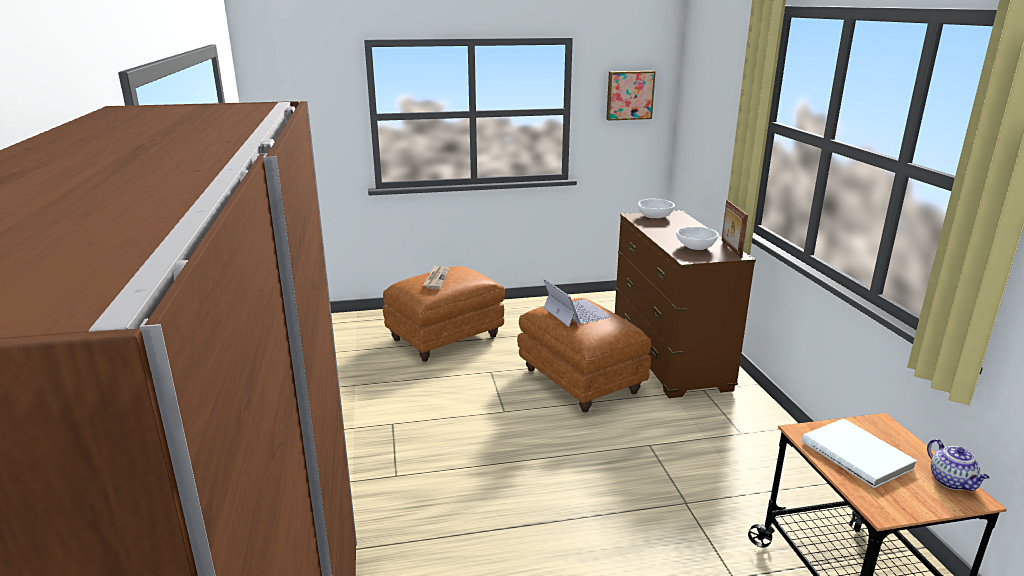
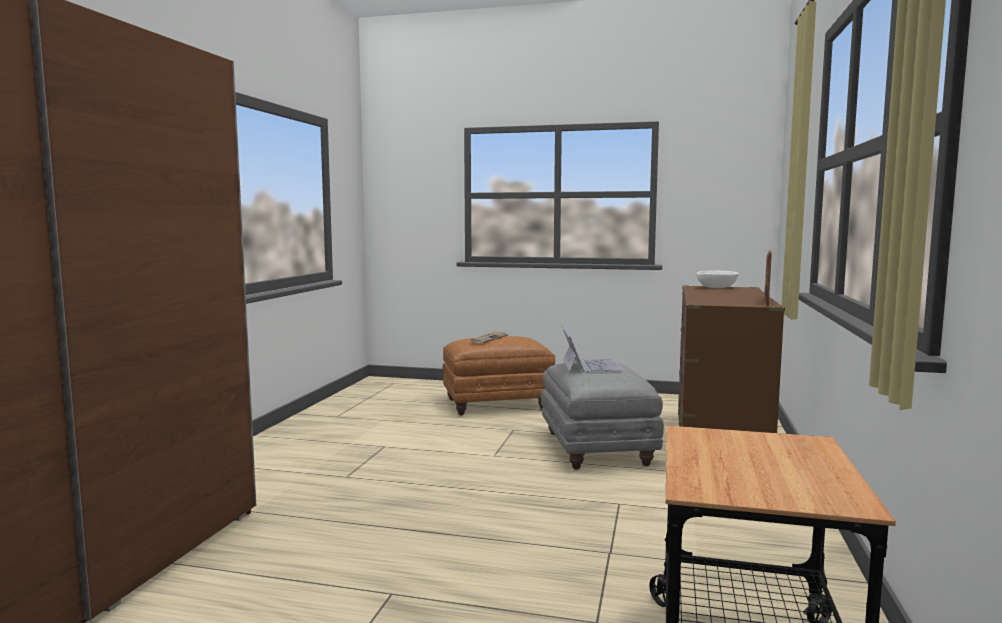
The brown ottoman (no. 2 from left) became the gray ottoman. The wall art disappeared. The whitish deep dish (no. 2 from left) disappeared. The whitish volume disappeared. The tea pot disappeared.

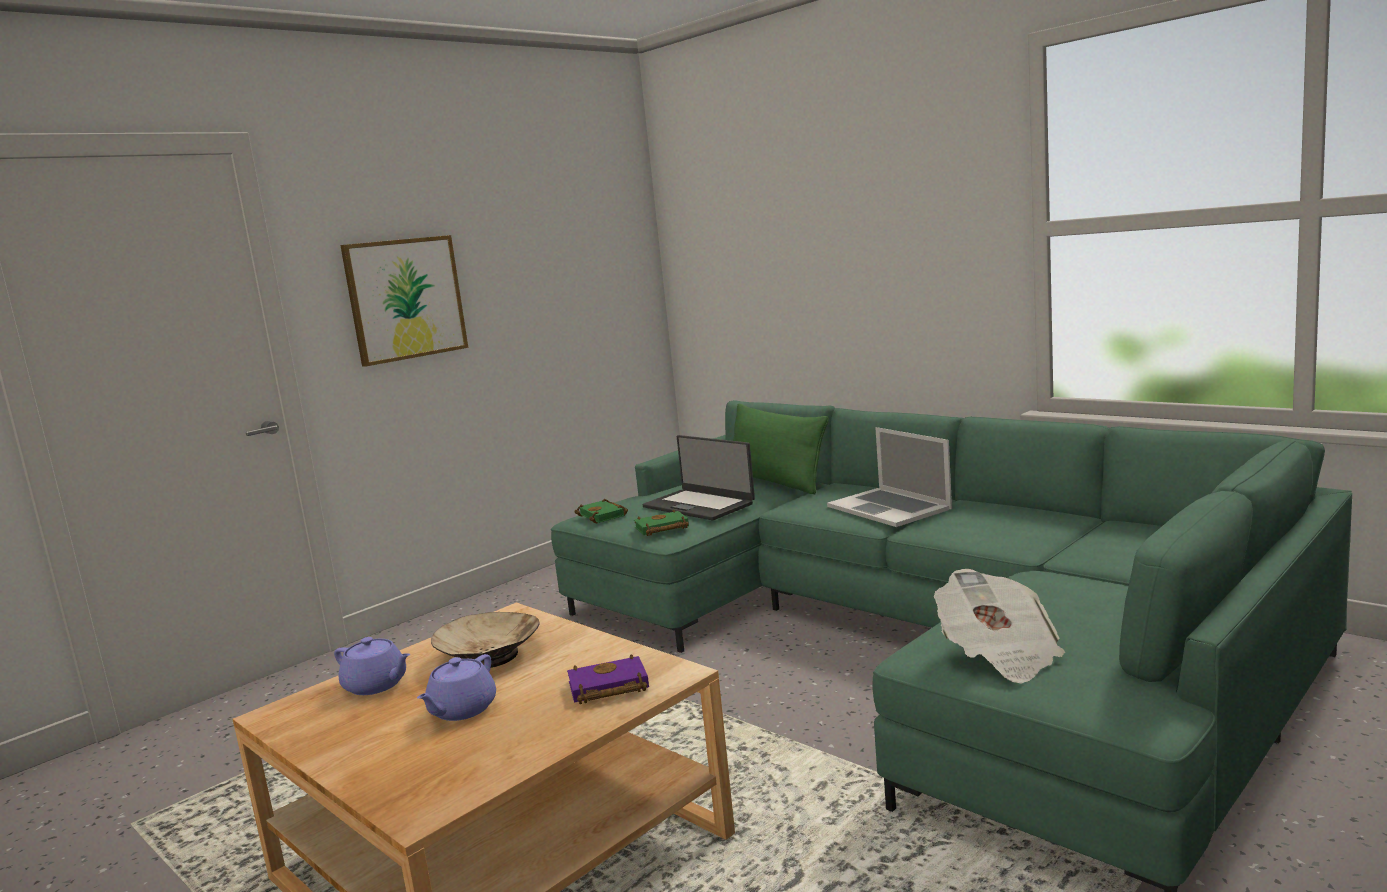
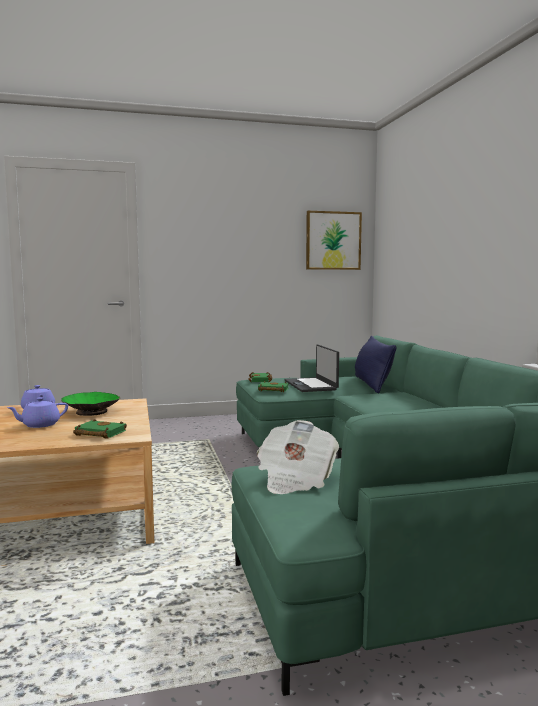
The wall art moved. The beige-coloured deep dish became the green deep dish. The purple volume became the green volume (no. 1 from left). The green pillow became the bluish pillow. The laptop (no. 2 from left) disappeared.

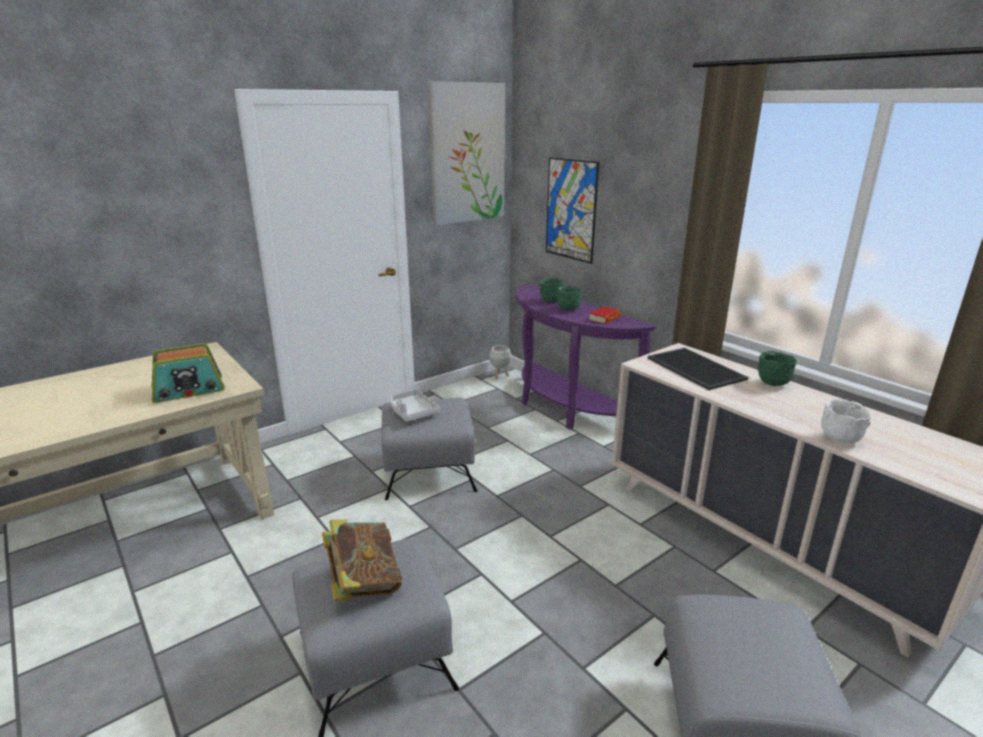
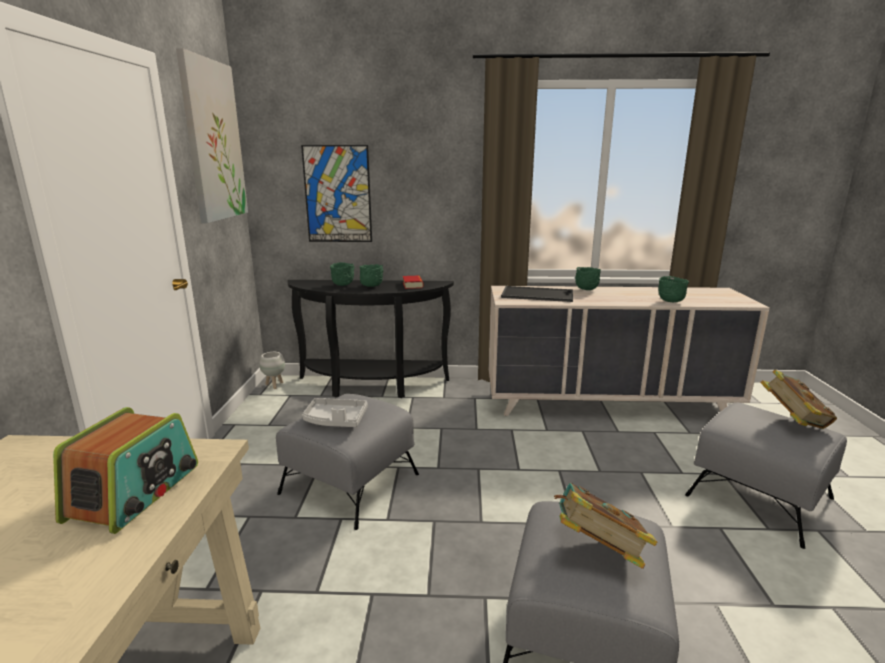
The purple hall table became the black hall table. The whitish deep dish became the green deep dish (no. 4 from left). The volume (no. 3 from left) appeared.

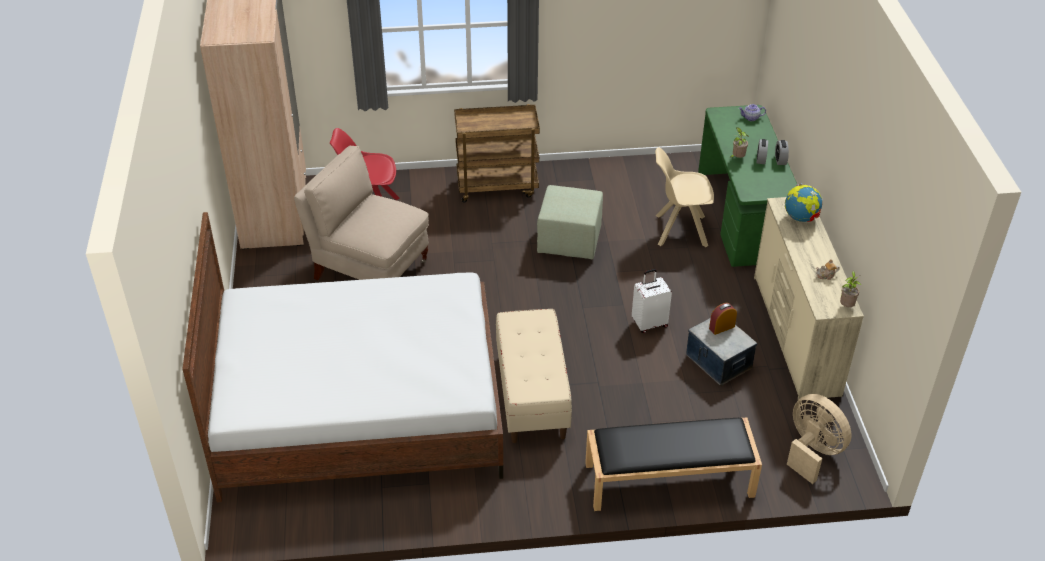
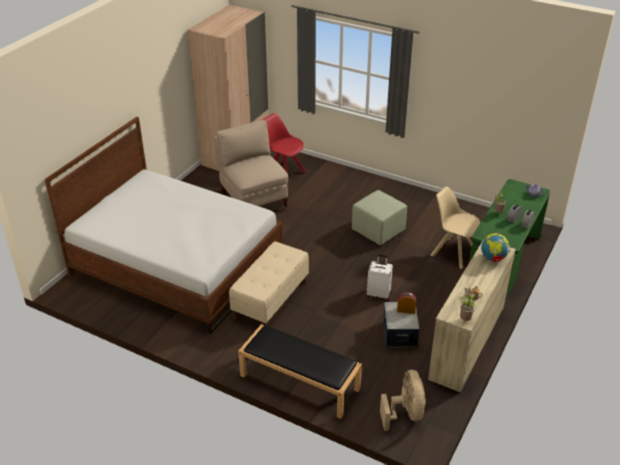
The brown wheeled cart disappeared.

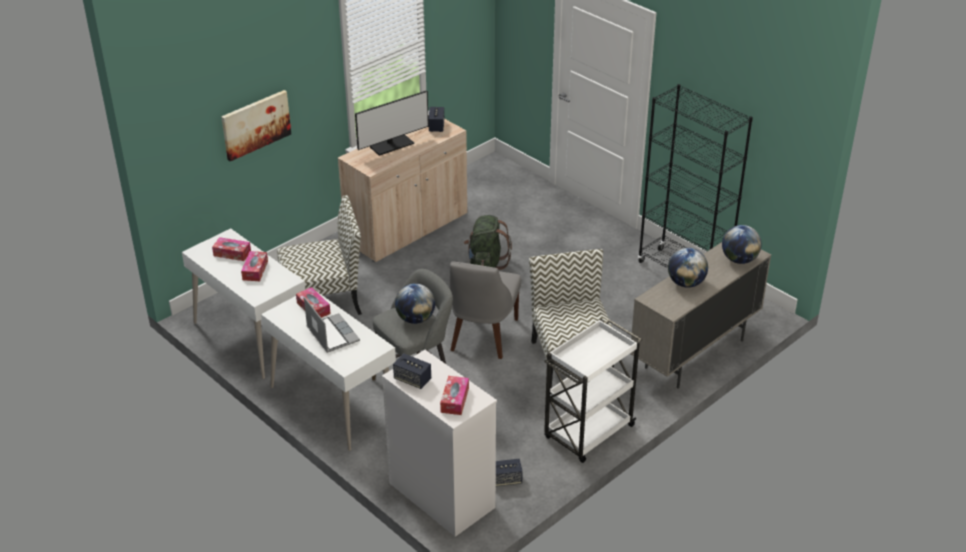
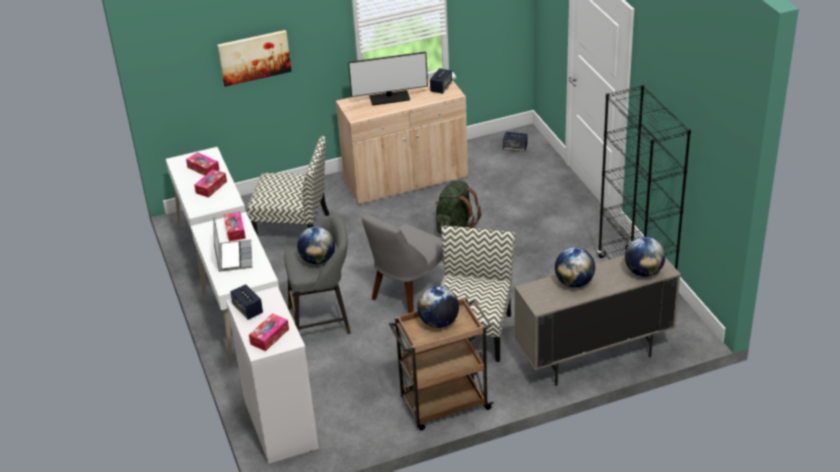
The audio speaker (no. 3 from left) moved. The whitish wheeled cart became the brown wheeled cart. The desk globe (no. 2 from left) appeared.

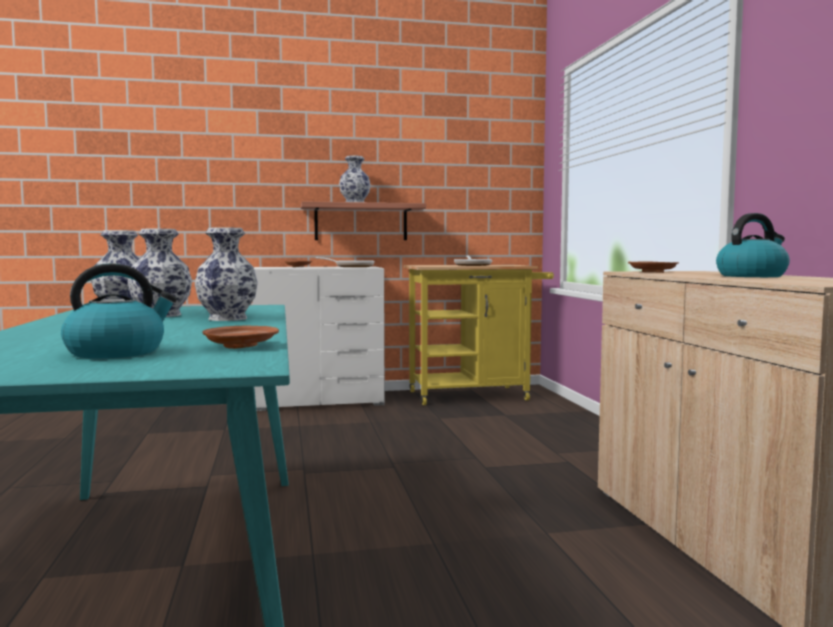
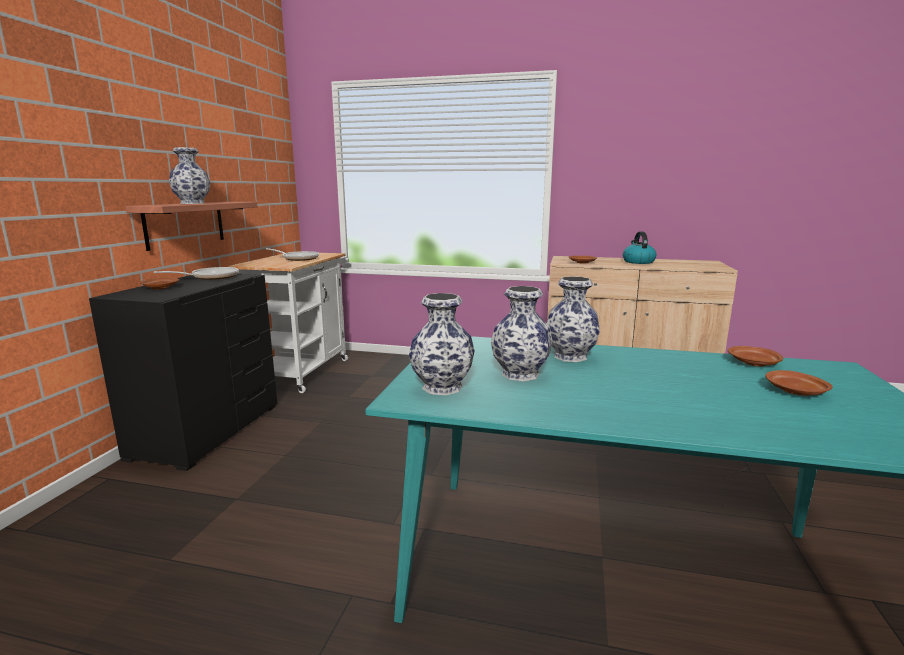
The kettle (no. 1 from left) was replaced by the brown plate (no. 4 from left). The whitish dresser became the black dresser. The yellow-coloured wheeled cart became the whitish wheeled cart.

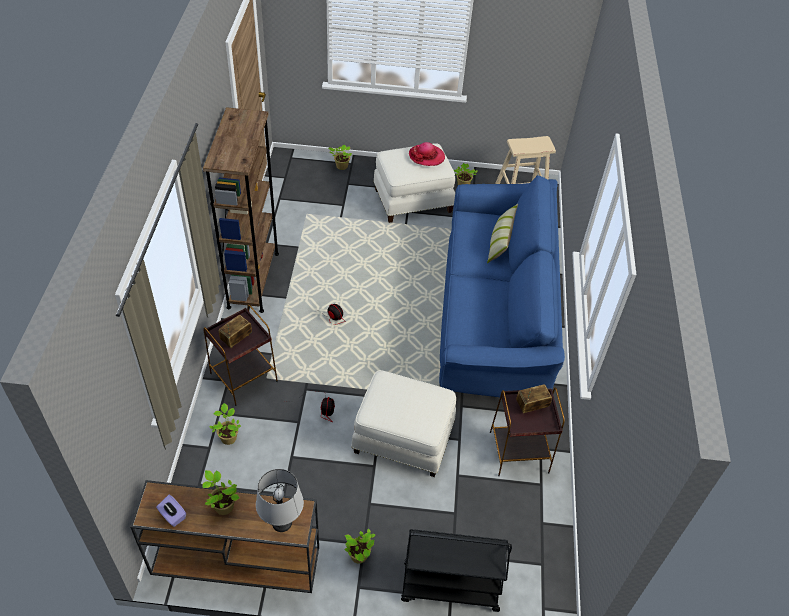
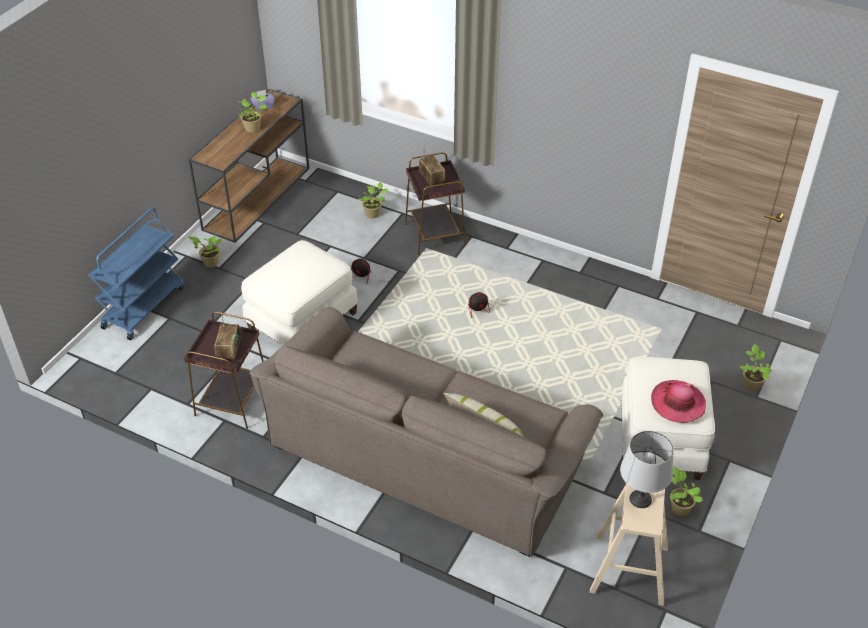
The brown shelving unit disappeared. The gray lamp for a table moved. The black wheeled cart became the bluish wheeled cart. The bluish couch became the brown couch.

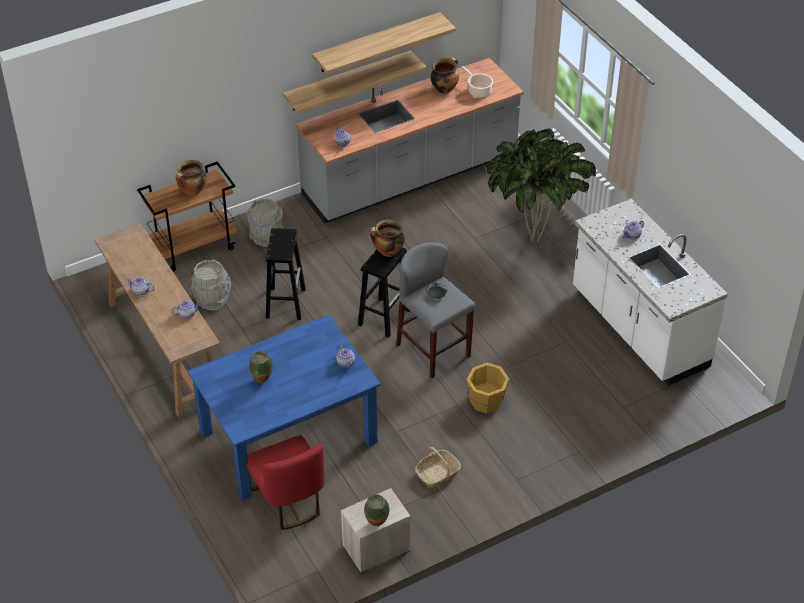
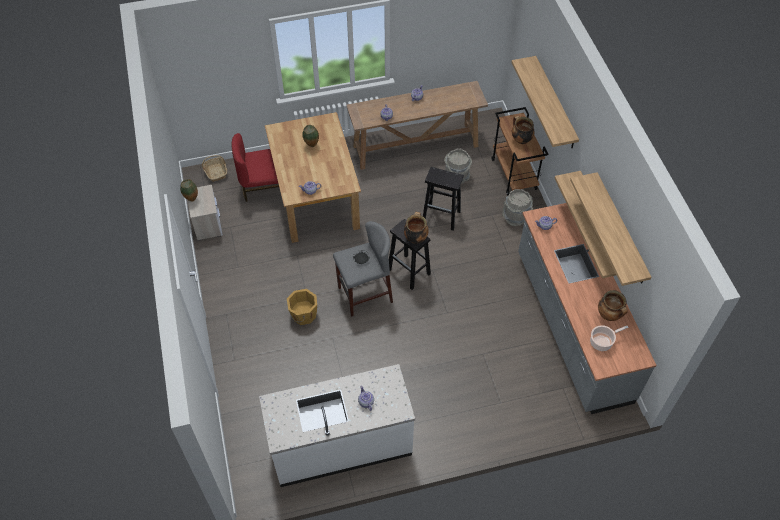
The bluish kitchen table became the brown kitchen table. The household basket moved. The plant in a pot disappeared. The bracket shelf (no. 1 from left) appeared.

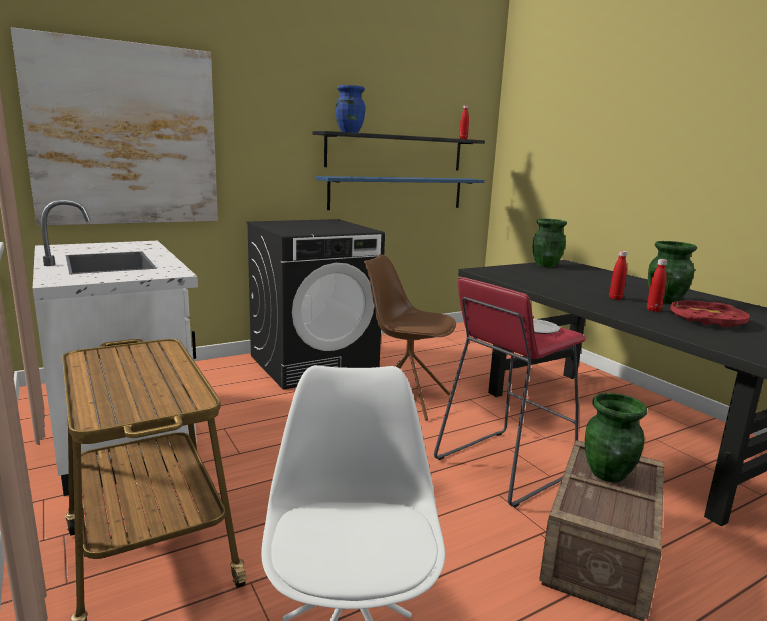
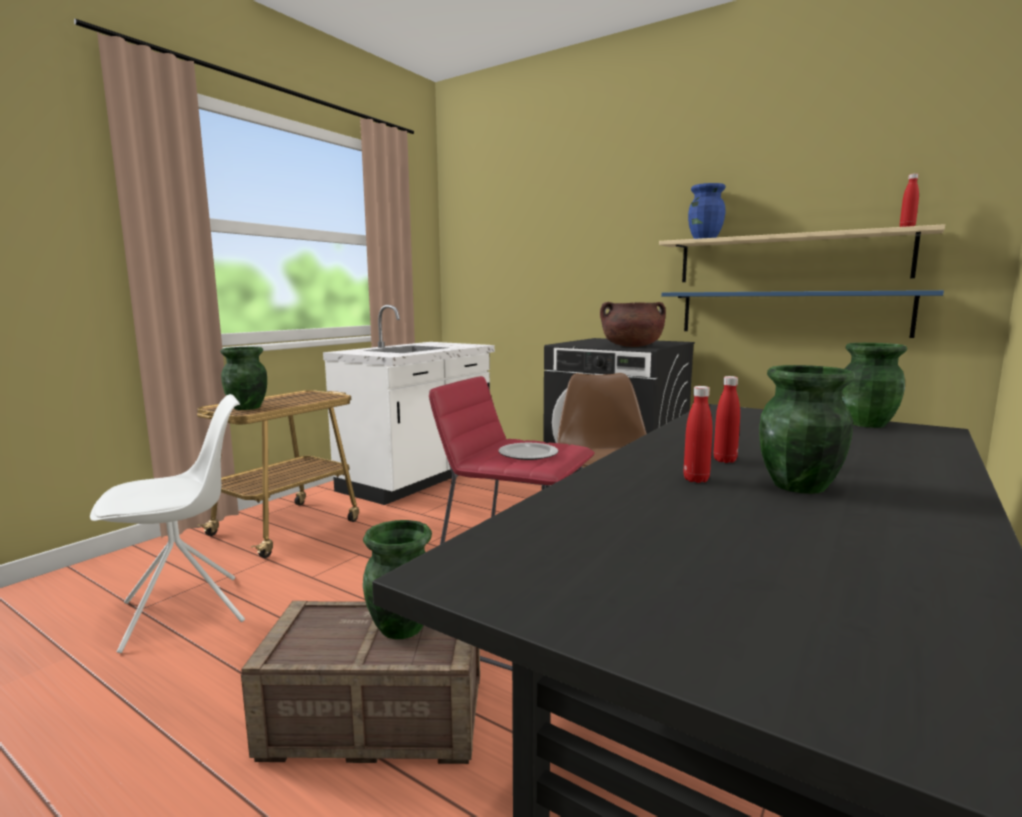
The wall art disappeared. The black bracket shelf became the beige-coloured bracket shelf. The red-coloured carrying tray disappeared. The green vase (no. 1 from left) appeared. The brown stockpot appeared.

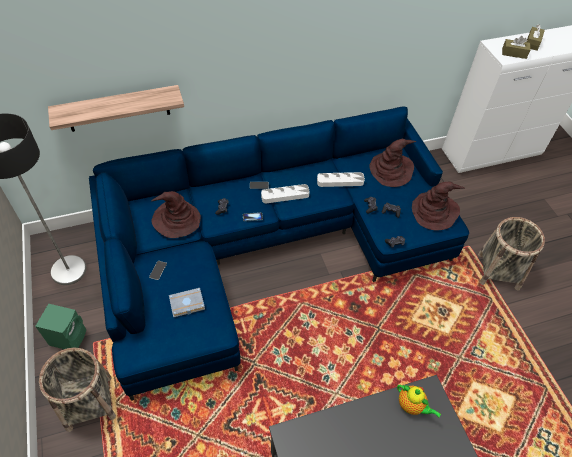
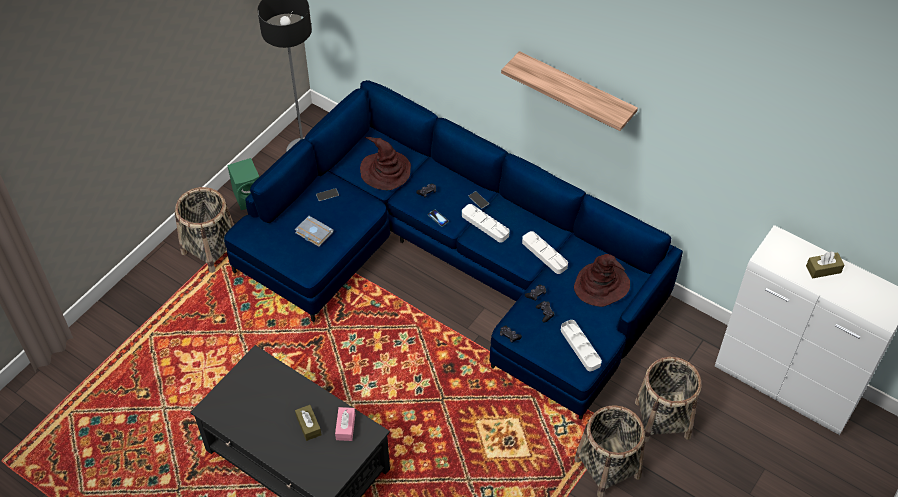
The bracket shelf moved. The tea pot was replaced by the pinkish box of tissues. The brown wearable hat (no. 3 from left) was replaced by the whitish carrying tray (no. 3 from left). The brown box of tissues (no. 1 from left) moved. The household basket (no. 3 from left) appeared.

